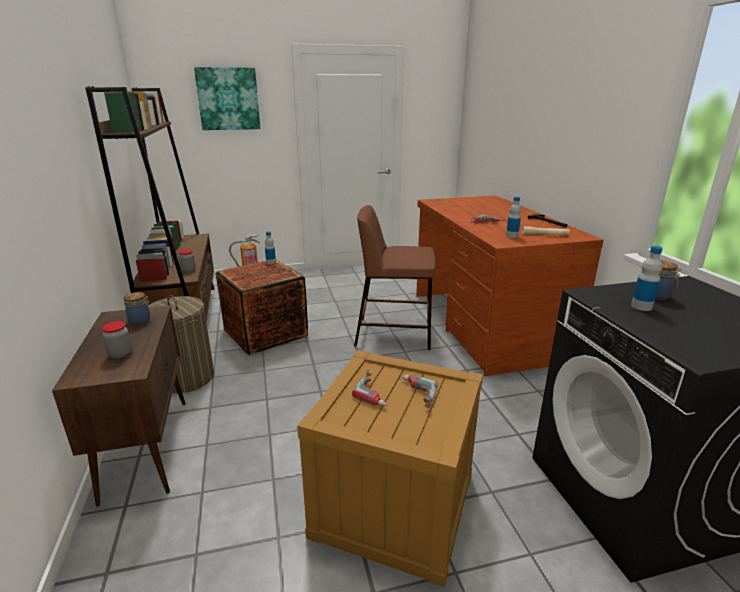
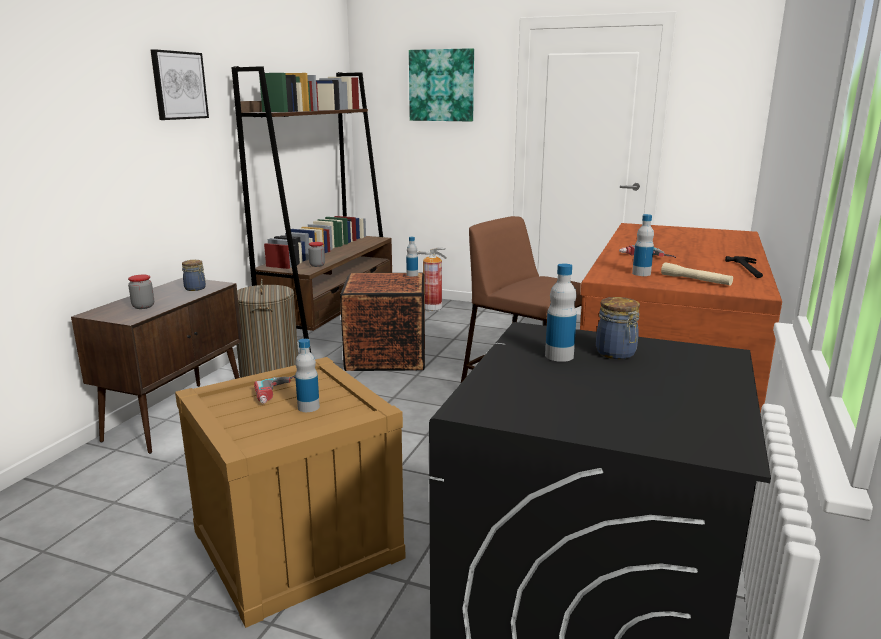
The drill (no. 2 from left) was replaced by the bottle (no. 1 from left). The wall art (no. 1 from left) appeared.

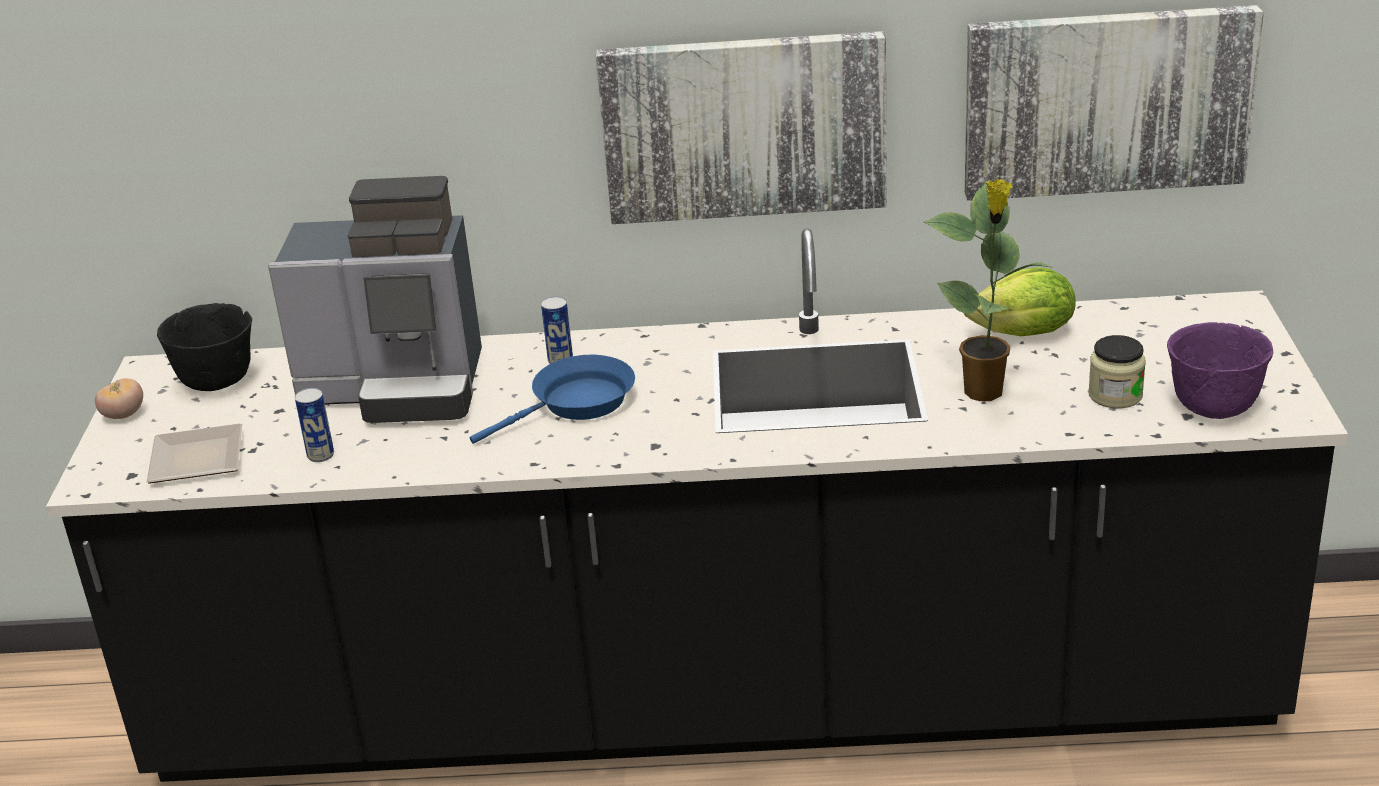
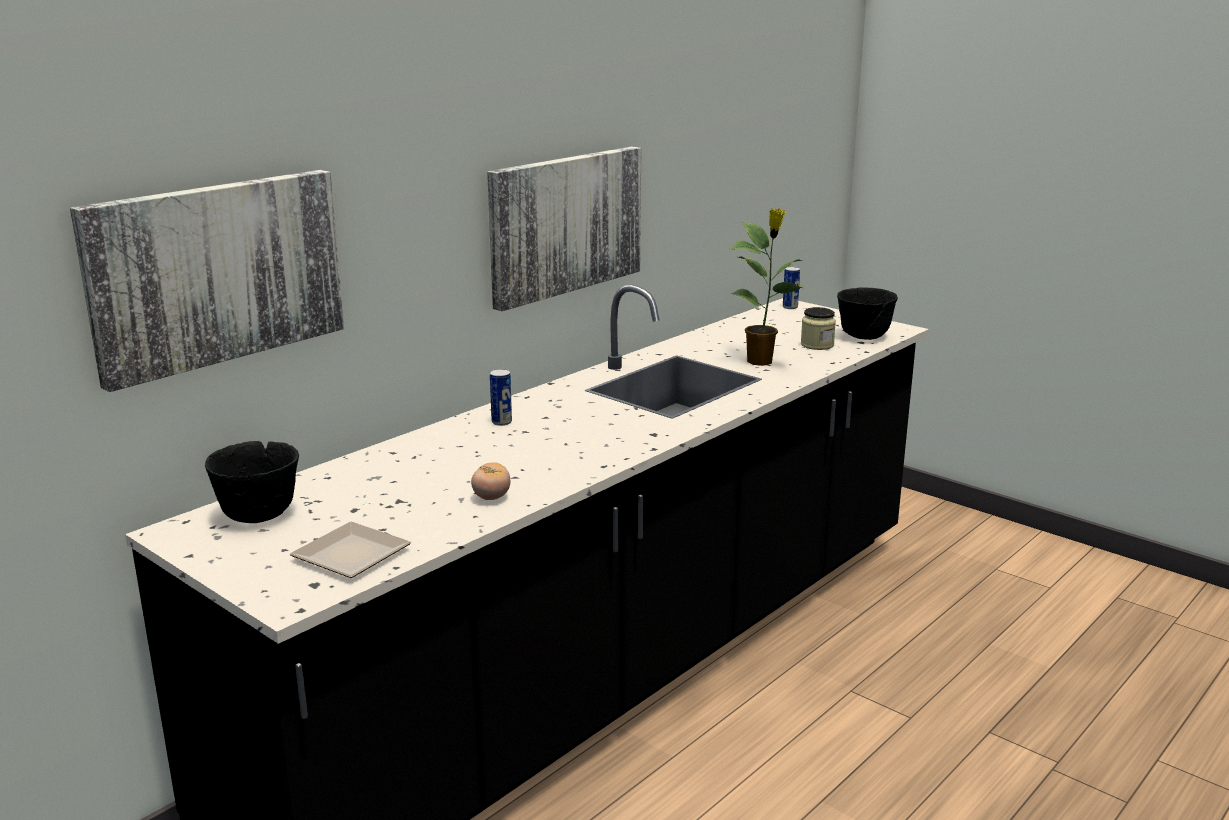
The fresh tomato moved. The coffee maker disappeared. The sealed can (no. 1 from left in the first image) moved. The bluish frying pan disappeared. The lettuce head disappeared. The wall art (no. 2 from left in the first image) moved. The purple deep dish became the black deep dish (no. 2 from left).

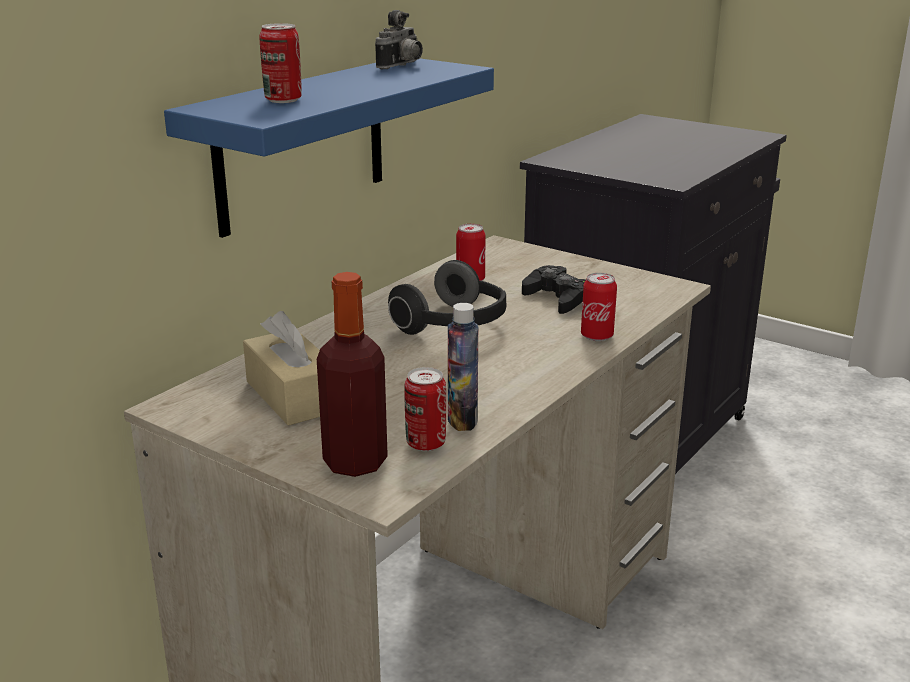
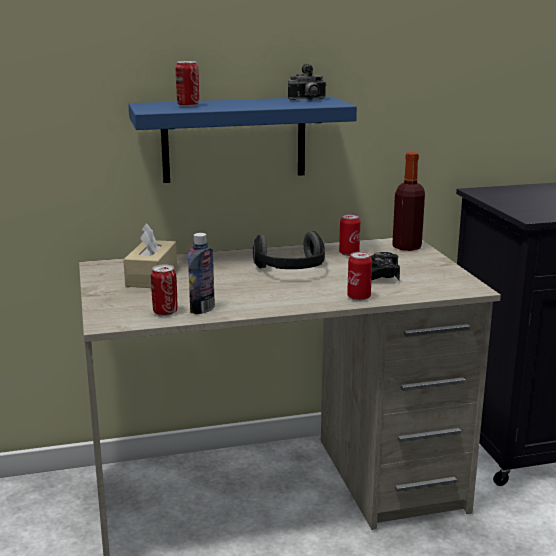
The bottle (no. 1 from left in the first image) moved.

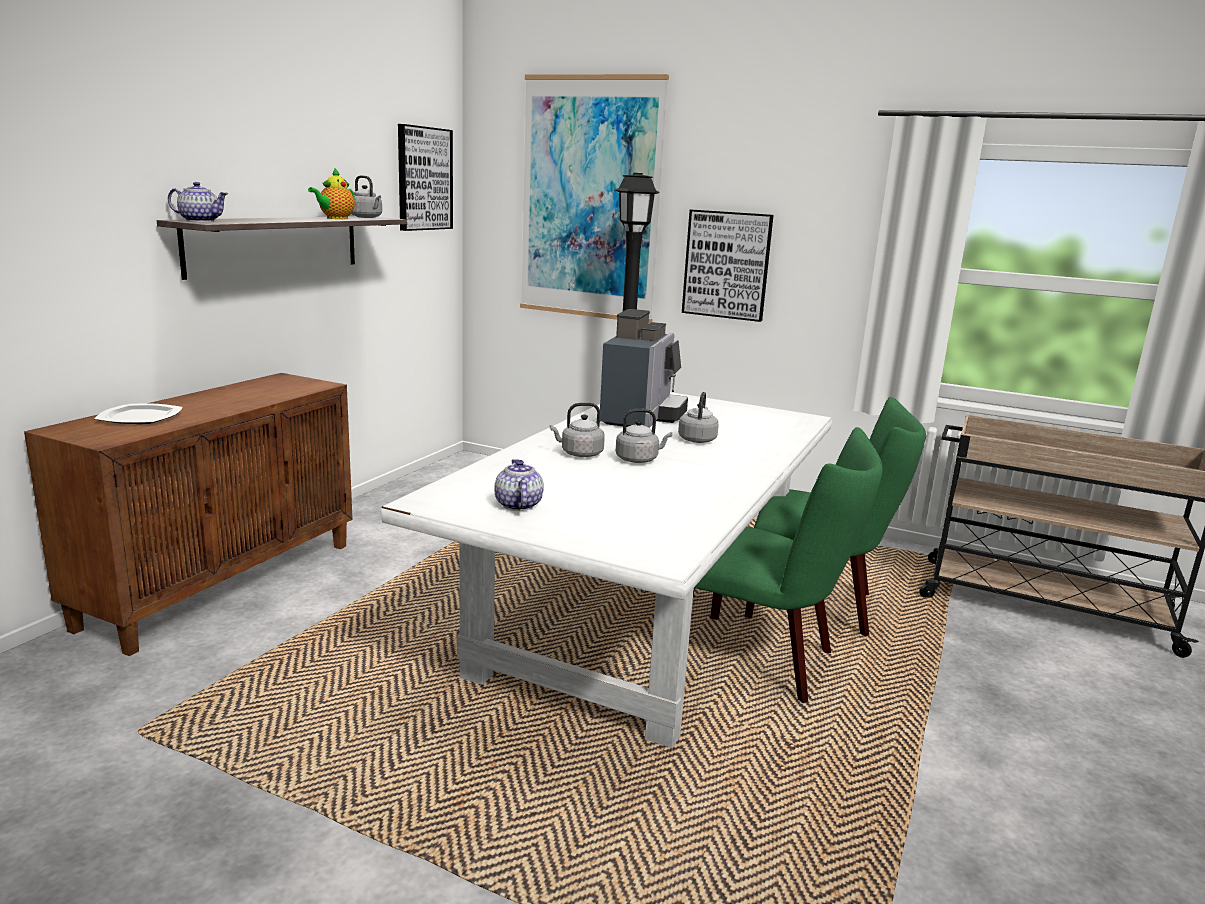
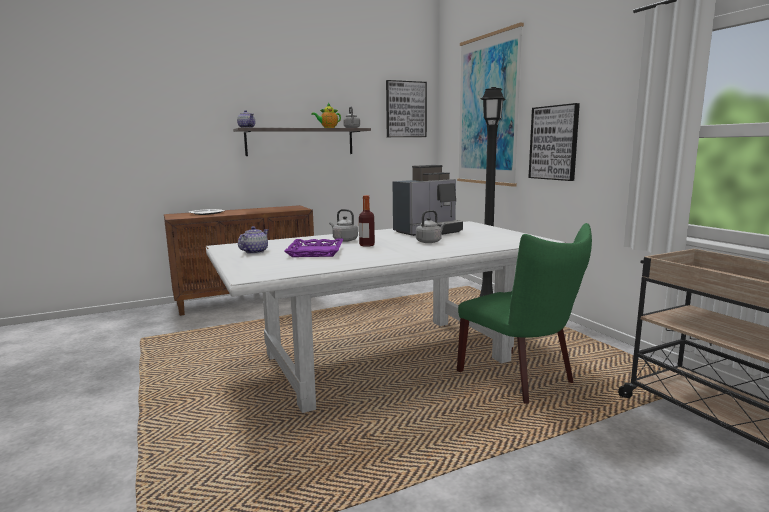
The gray kettle (no. 3 from left) was replaced by the bottle. The green upright chair (no. 1 from left) disappeared. The purple carrying tray appeared.

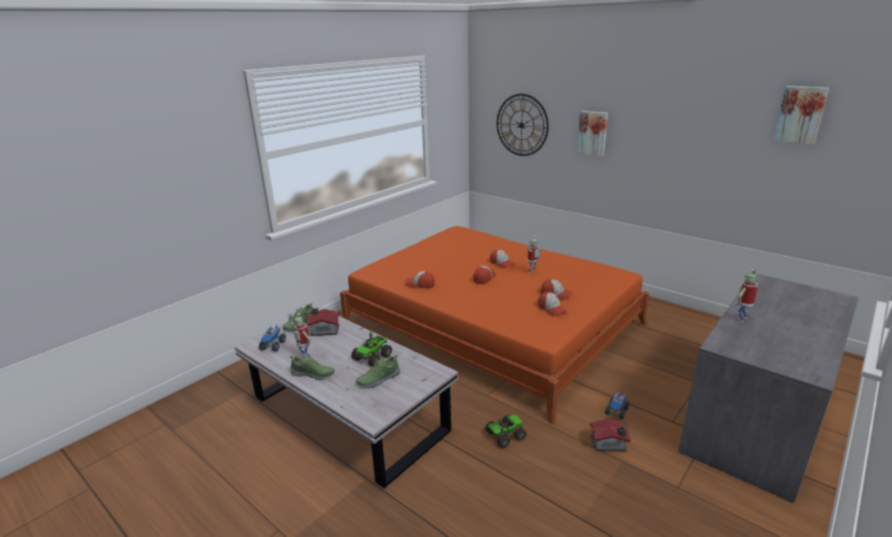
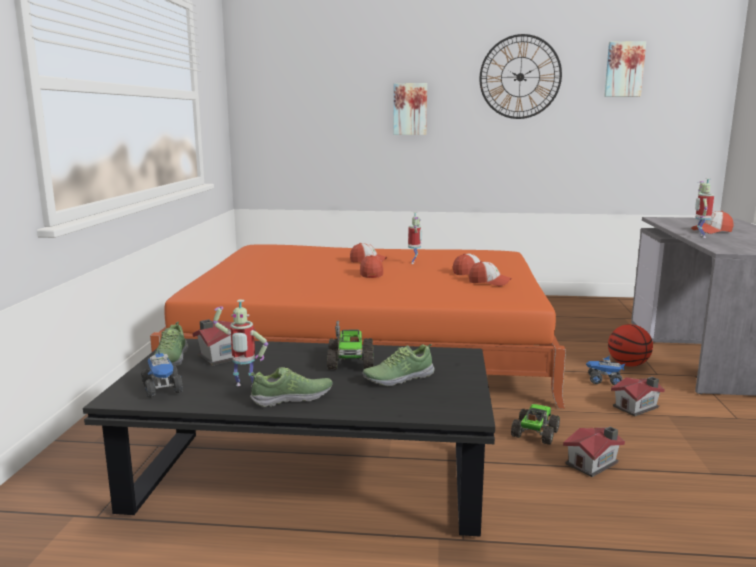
The whitish lounge table became the black lounge table. The shoe (no. 3 from left) turned 45 degrees clockwise. The baseball cap (no. 1 from left in the first image) moved. The hanging clock moved. The toy truck (no. 4 from left) turned 105 degrees clockwise. The toy house (no. 2 from left) appeared. The basketball appeared.

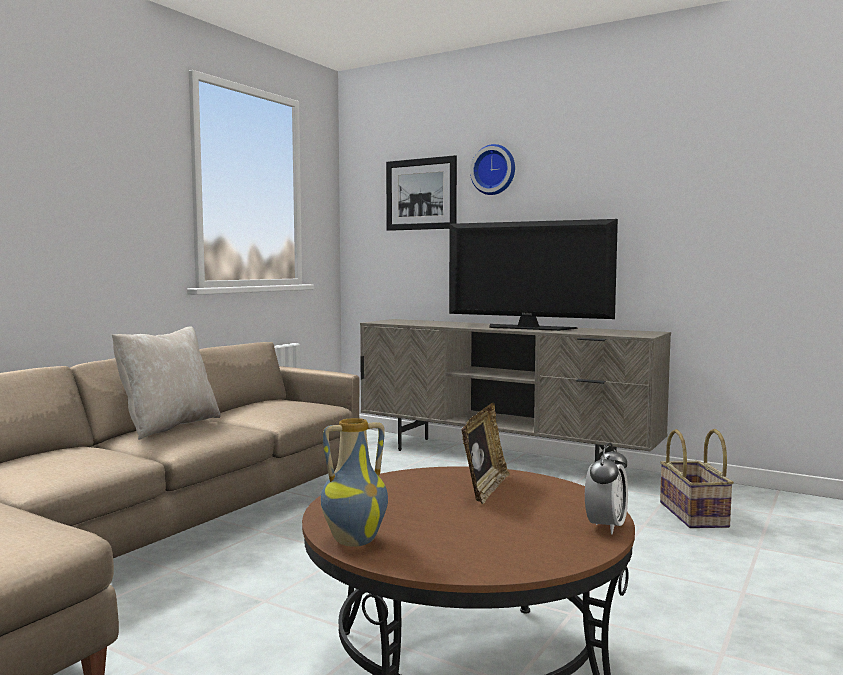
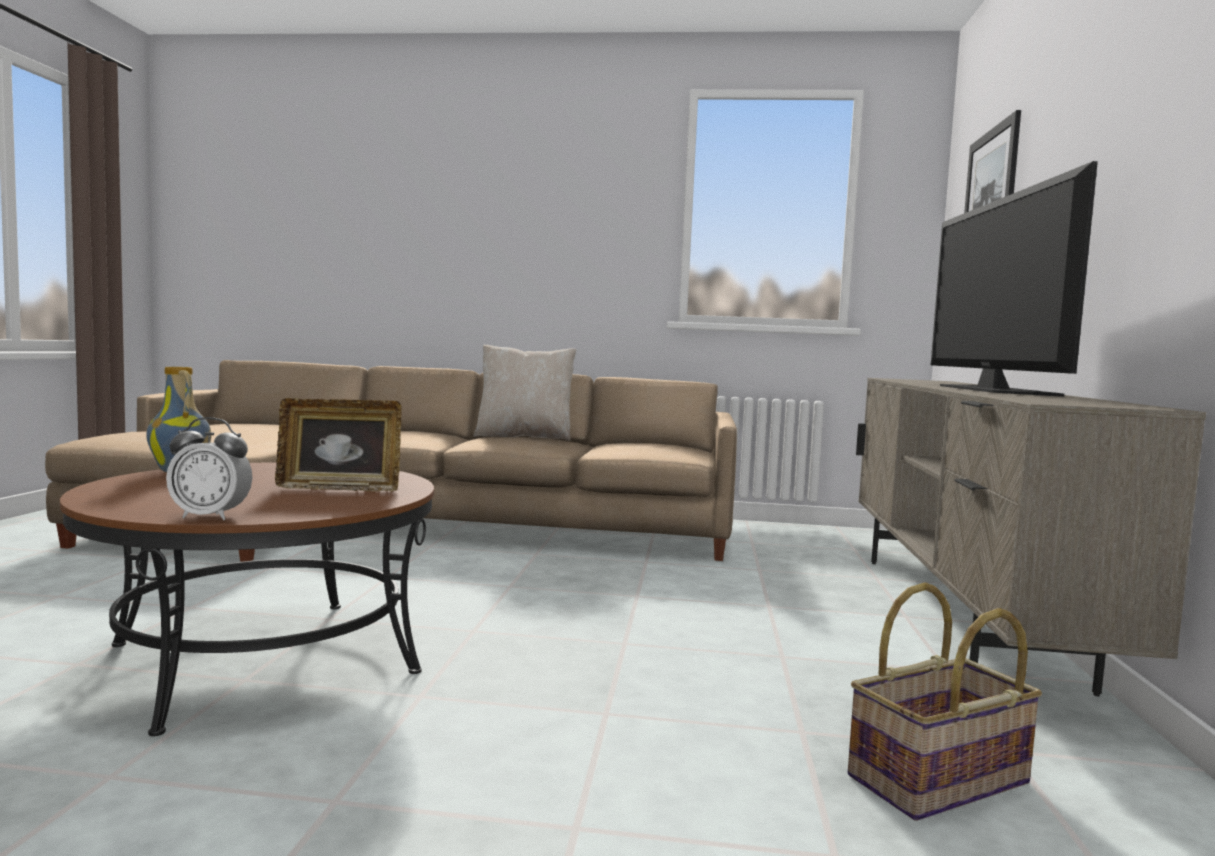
The hanging clock disappeared.

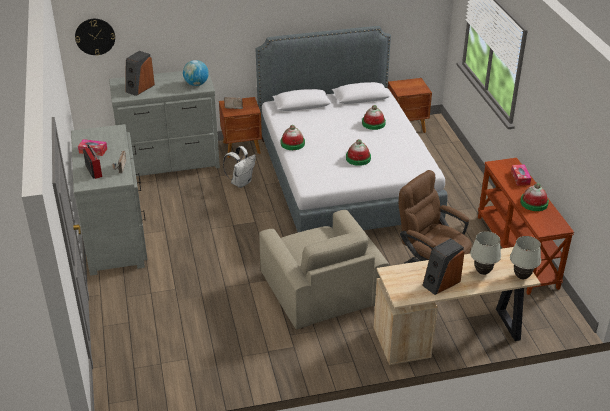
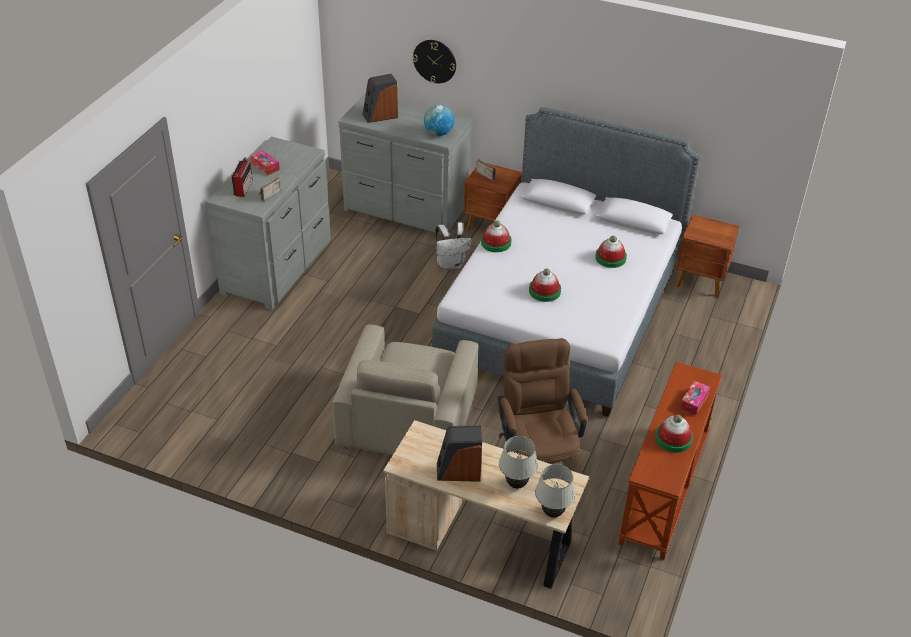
The hanging clock moved.

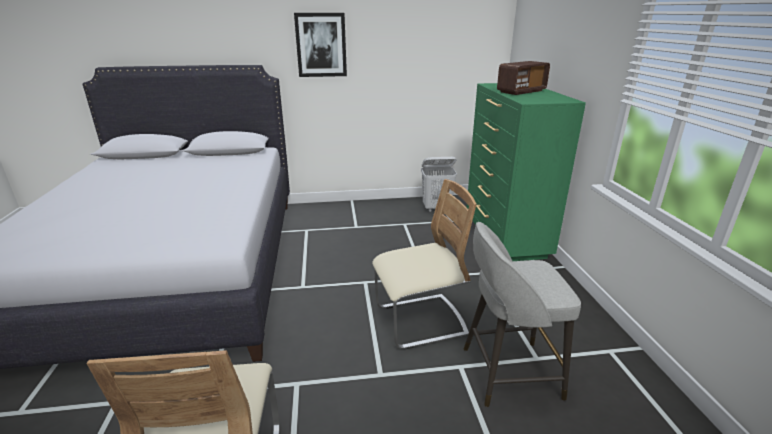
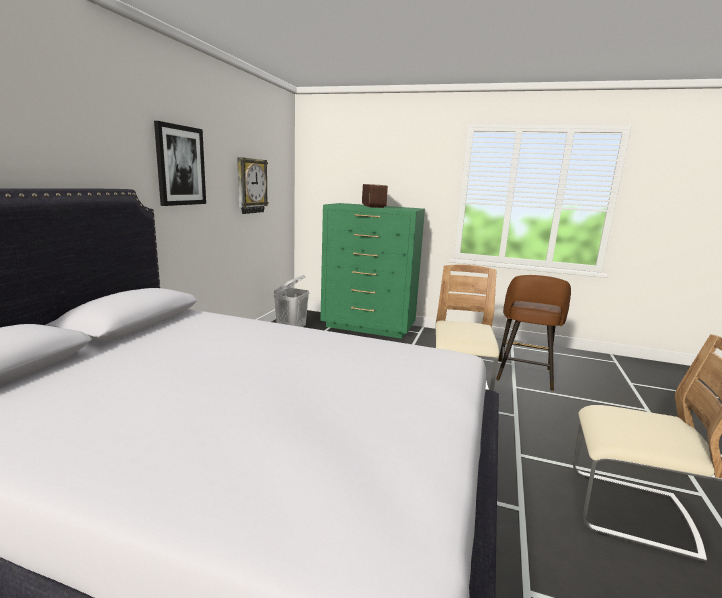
The gray sitting stool became the brown sitting stool. The hanging clock appeared.

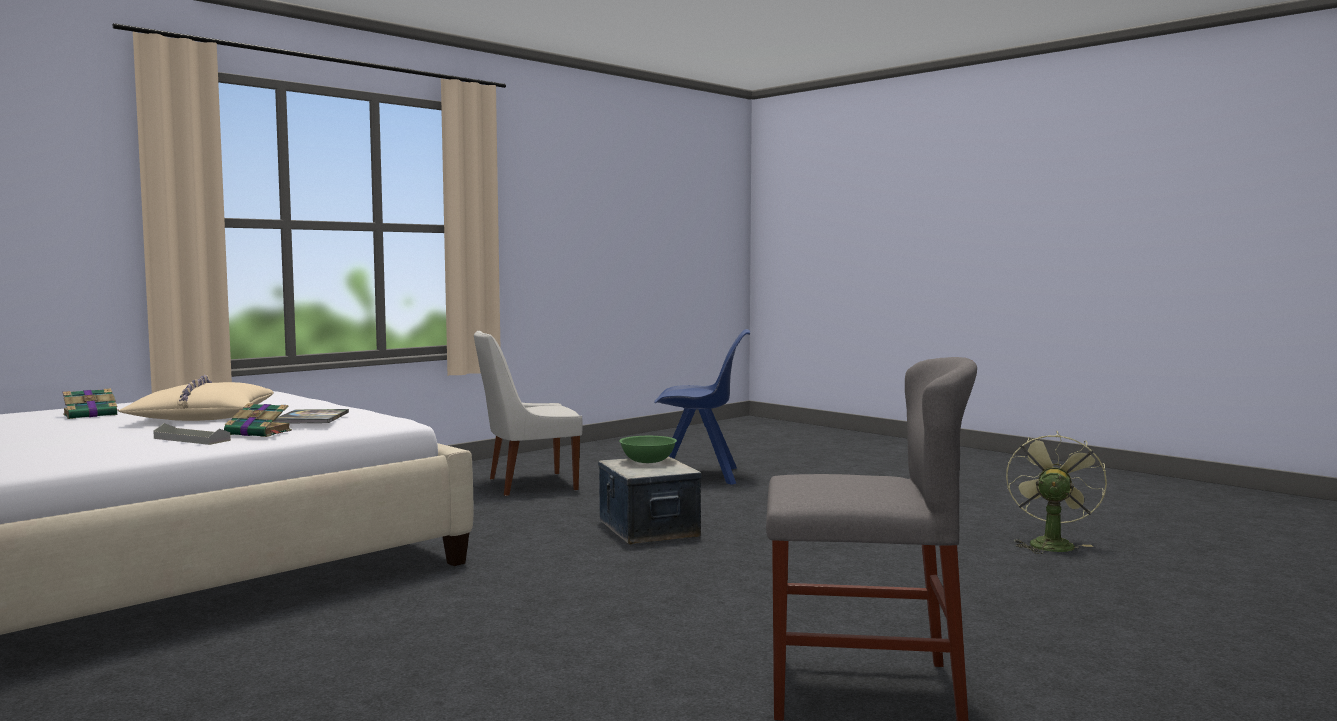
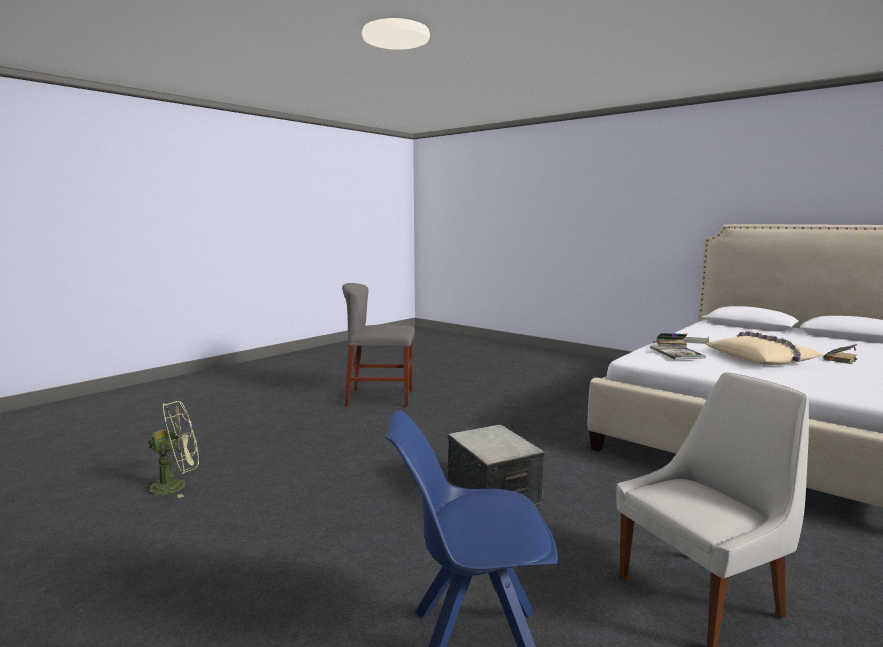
The green deep dish disappeared. The green cooling fan turned 135 degrees counterclockwise.

